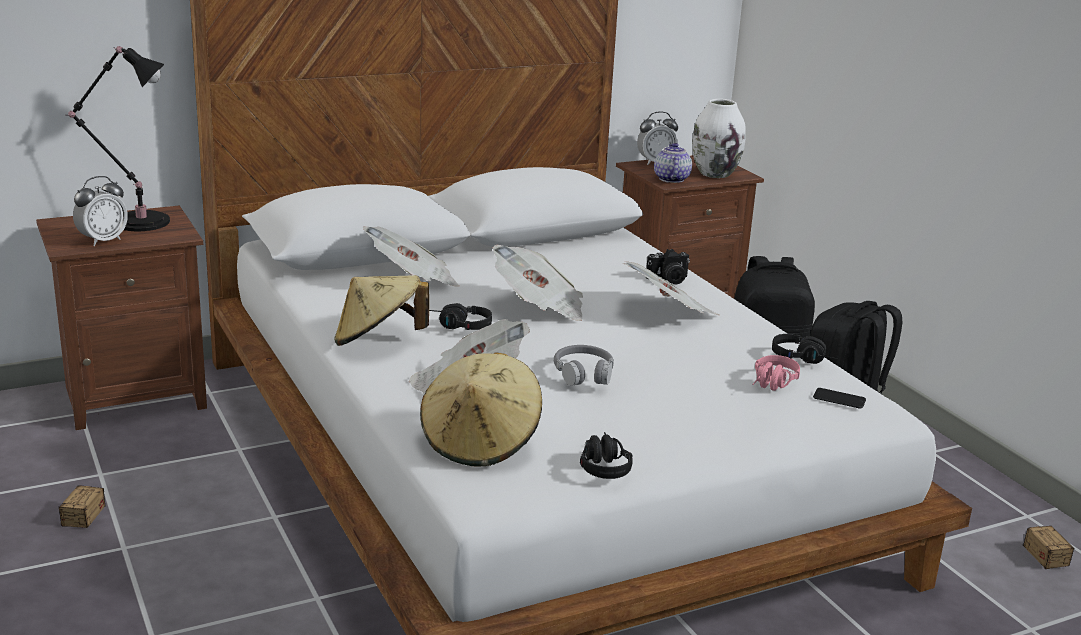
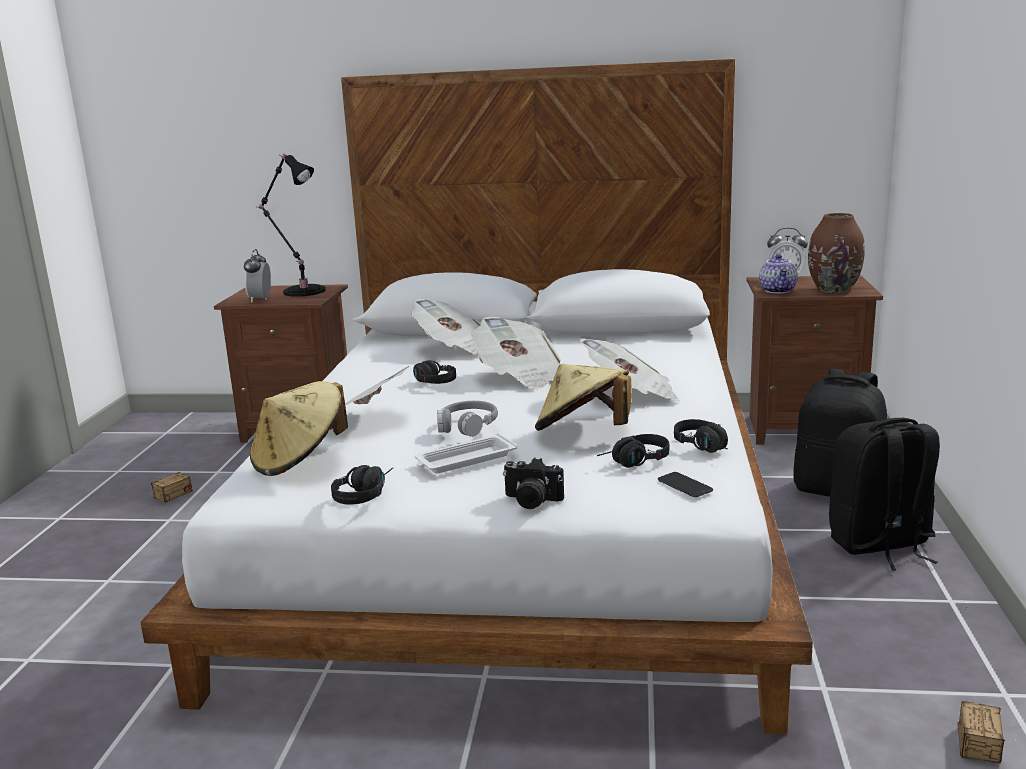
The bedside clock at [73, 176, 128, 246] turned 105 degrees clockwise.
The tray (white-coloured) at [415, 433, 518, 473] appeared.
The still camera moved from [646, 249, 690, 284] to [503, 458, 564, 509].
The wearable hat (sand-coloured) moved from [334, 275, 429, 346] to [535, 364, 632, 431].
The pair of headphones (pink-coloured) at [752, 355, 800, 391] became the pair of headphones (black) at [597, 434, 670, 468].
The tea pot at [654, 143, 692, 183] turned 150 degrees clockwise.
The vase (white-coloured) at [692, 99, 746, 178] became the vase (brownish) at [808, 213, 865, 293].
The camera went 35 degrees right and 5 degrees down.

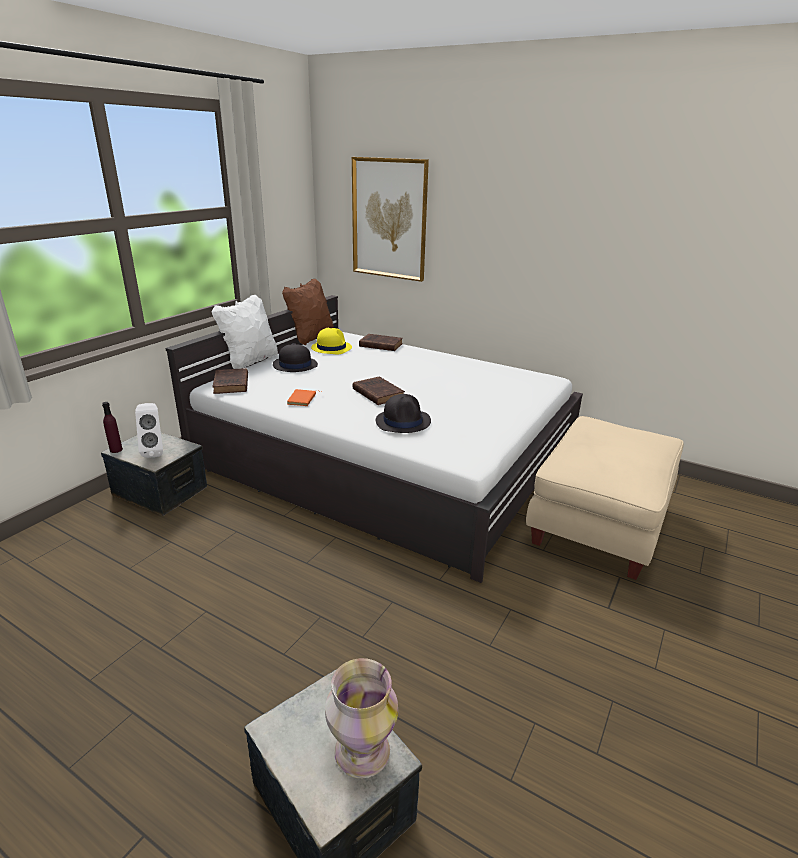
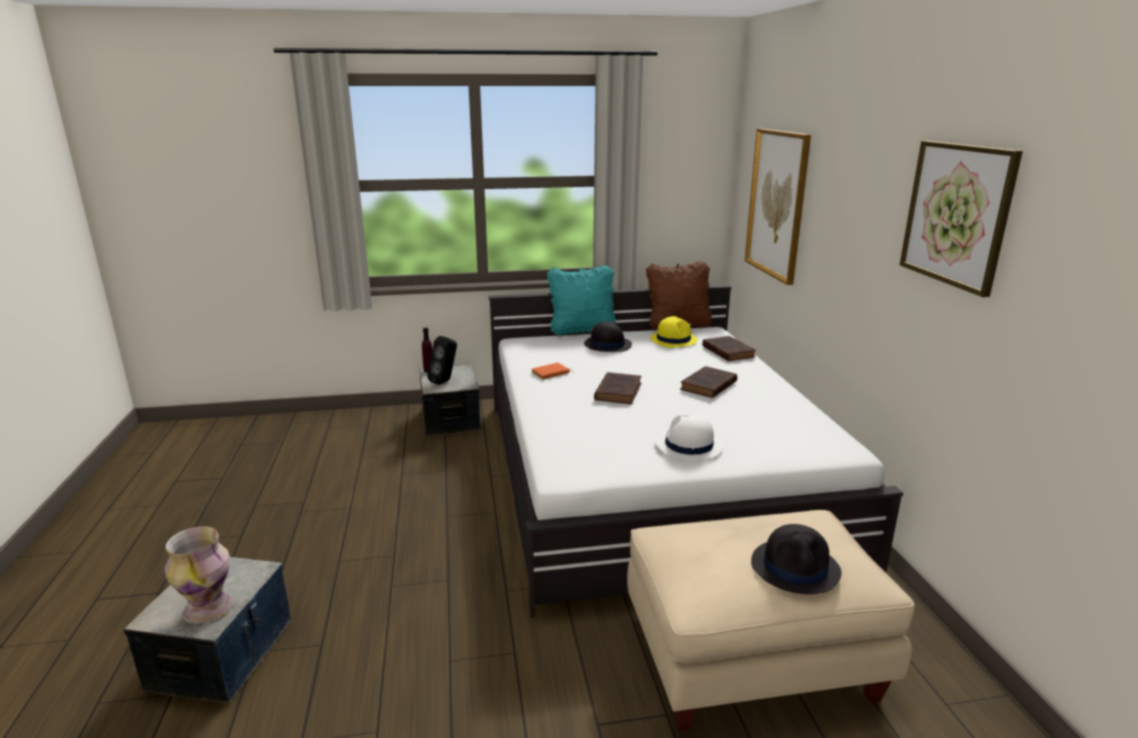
The audio speaker (white-coloured) at [135, 403, 163, 458] became the audio speaker (black) at [427, 336, 457, 385].
The pillow (white-coloured) at [212, 295, 278, 369] became the pillow (blue-green) at [547, 265, 616, 336].
The wearable hat (white-coloured) at [655, 414, 723, 461] appeared.
The book (brownish) moved from [212, 368, 248, 394] to [680, 366, 737, 398].
The wearable hat (black) moved from [376, 394, 431, 433] to [751, 524, 842, 594].
The wall art at [900, 141, 1023, 297] appeared.
The camera went 50 degrees right and 5 degrees down.

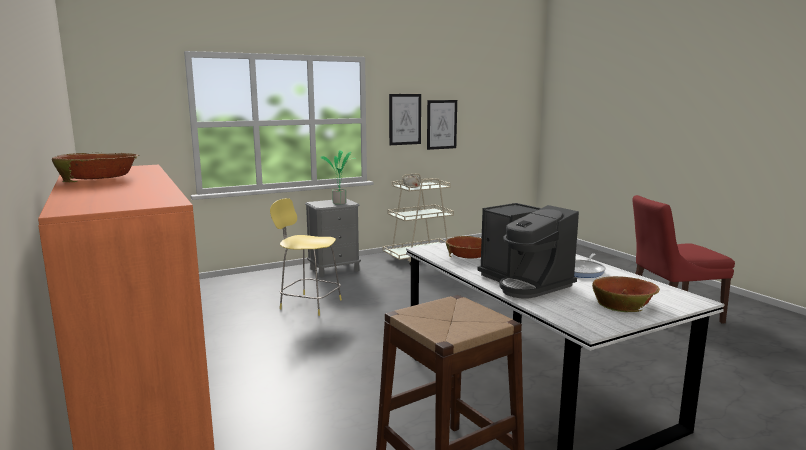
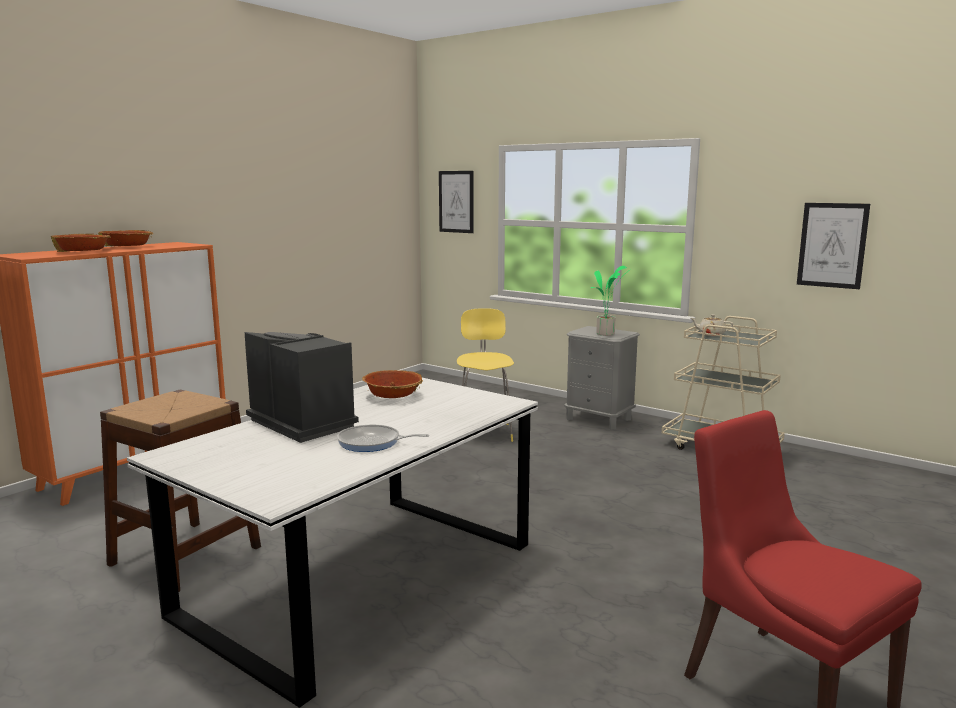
The deep dish moved from [592, 276, 660, 312] to [51, 234, 111, 252].
The coffee brewer at [477, 203, 579, 298] turned 105 degrees clockwise.
The wall art moved from [389, 94, 421, 145] to [439, 171, 473, 233].
The camera went 65 degrees right and 0 degrees up.

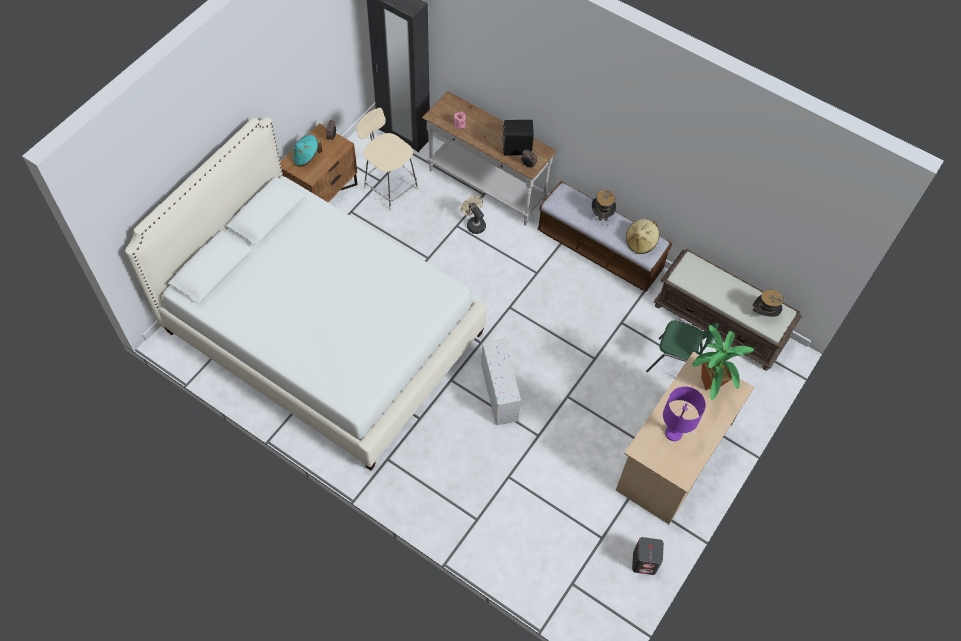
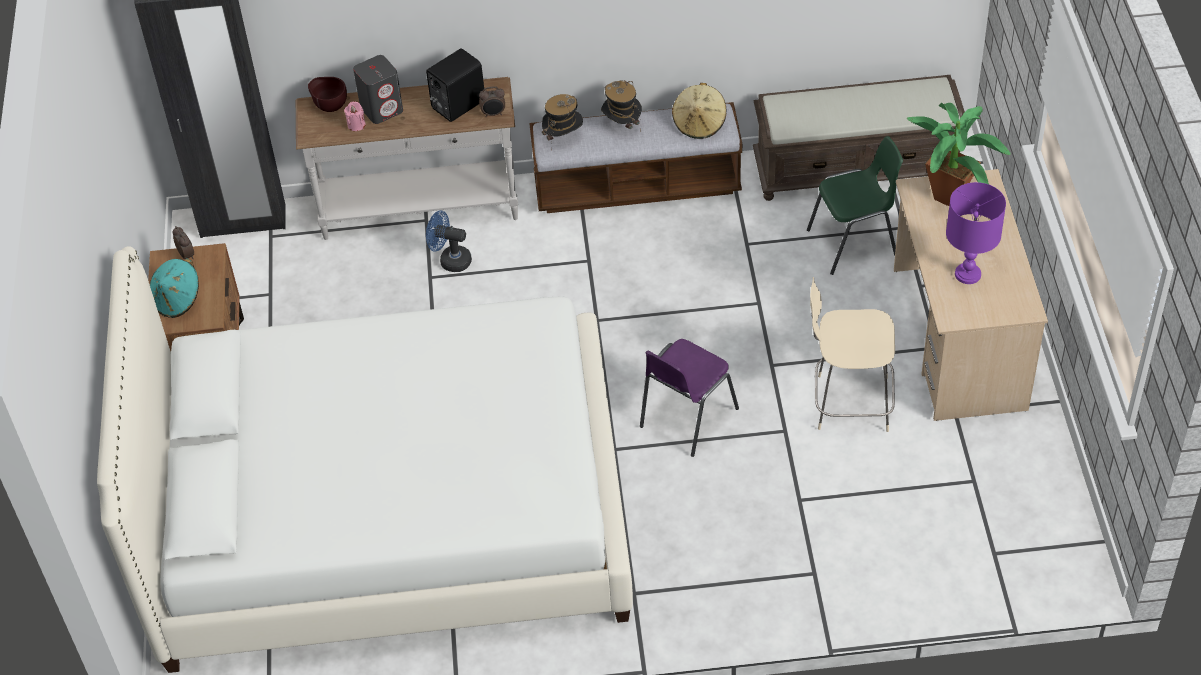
The deep dish (brownish) at [308, 77, 347, 112] appeared.
The audio speaker (greyish) moved from [632, 537, 664, 575] to [353, 55, 403, 124].
The cooling fan (sand-coloured) at [461, 195, 486, 234] became the cooling fan (blue-coloured) at [426, 210, 472, 272].
The wearable hat moved from [751, 290, 785, 317] to [542, 94, 583, 150].
The storage container (white-coloured) at [481, 339, 521, 425] was replaced by the plain chair (purple-coloured) at [640, 339, 739, 457].
The plain chair (sand-coloured) moved from [356, 108, 418, 210] to [810, 277, 895, 432].
The camera went 35 degrees left and 10 degrees down.

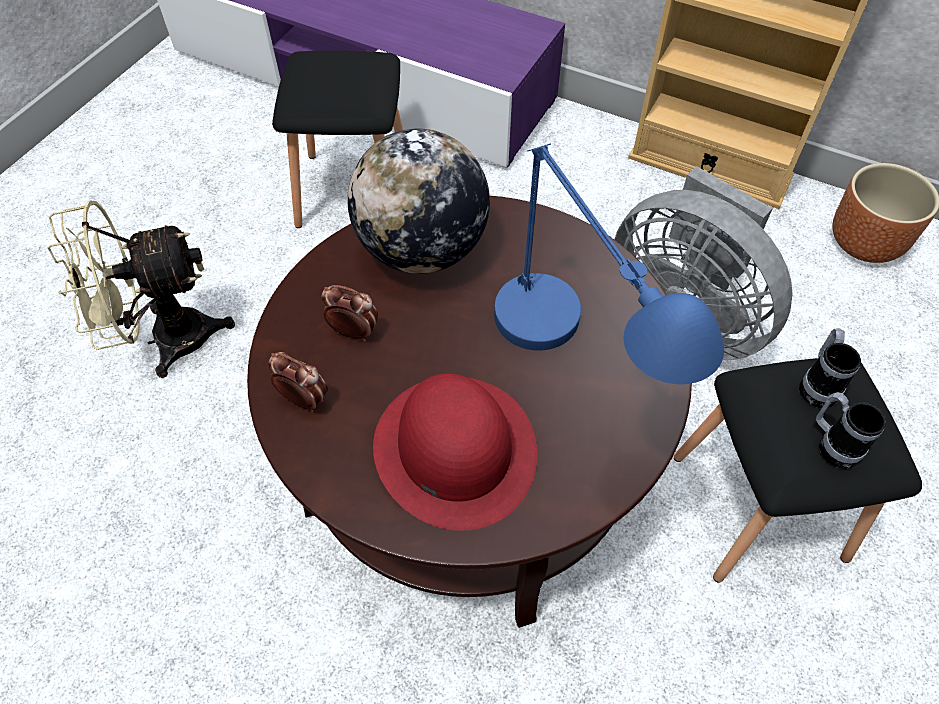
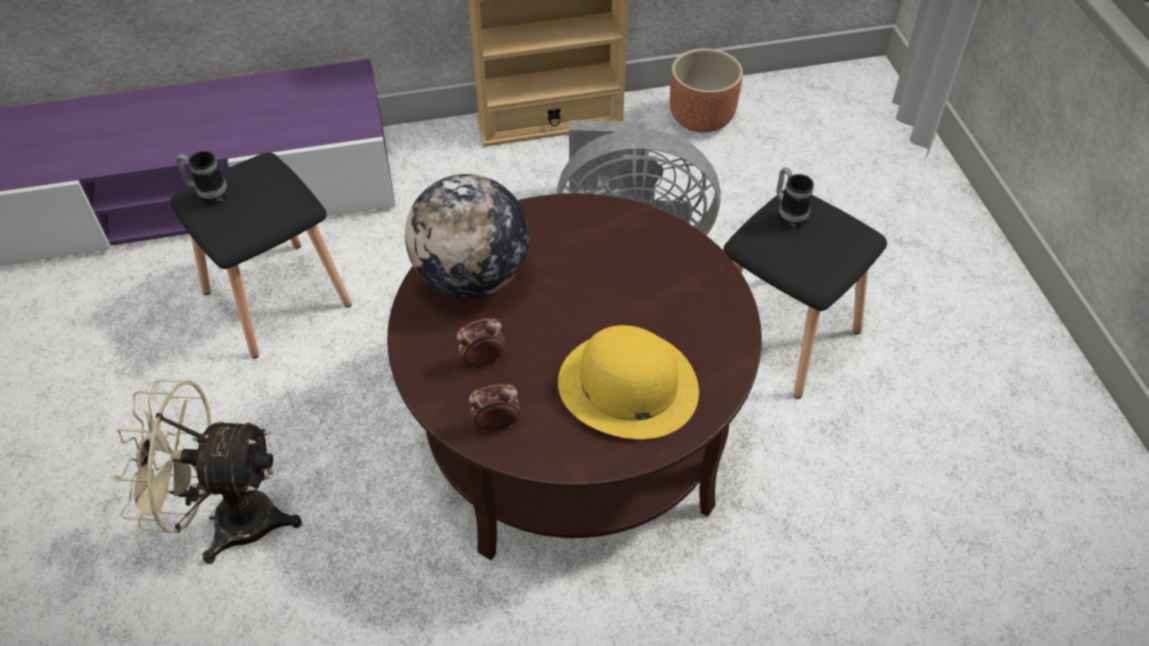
The cooling fan (sand-coloured) at [48, 200, 235, 378] turned 60 degrees clockwise.
The mug moved from [816, 392, 886, 469] to [176, 151, 229, 205].
The wearable hat (reddish) at [373, 374, 537, 531] became the wearable hat (yellow) at [558, 325, 699, 439].
The table lamp (blue-coloured) at [494, 143, 724, 384] disappeared.
The camera went 40 degrees left and 5 degrees down.

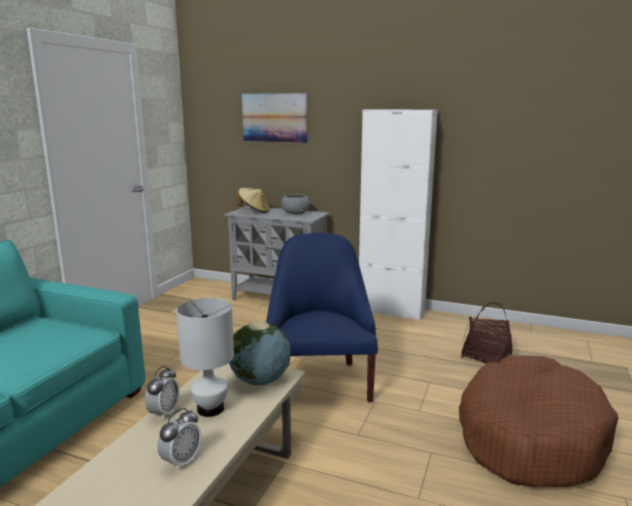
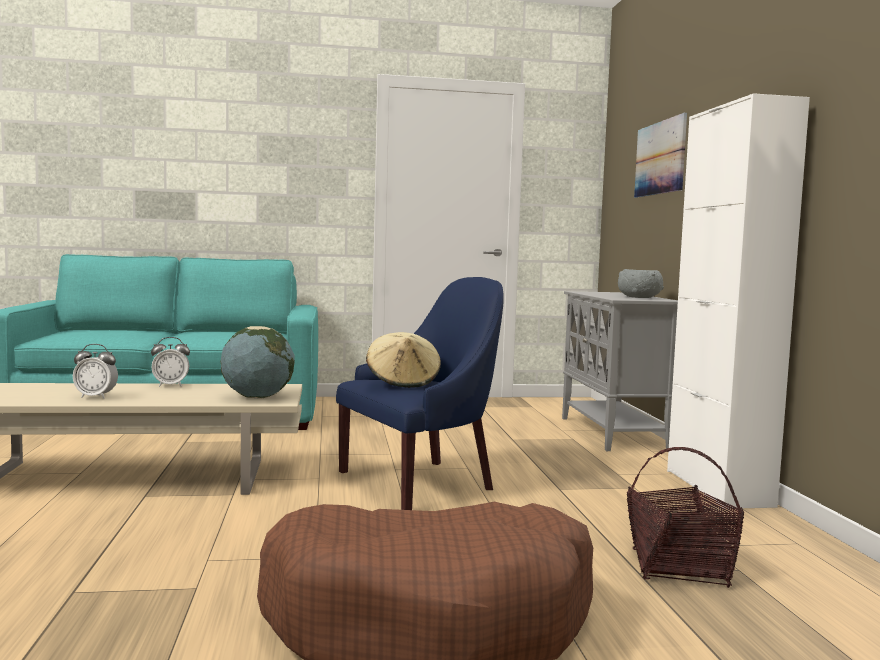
The wearable hat (sand-coloured) moved from [236, 188, 270, 213] to [366, 332, 441, 388].
The table lamp (white-coloured) at [176, 298, 234, 417] disappeared.
The camera went 60 degrees right and 10 degrees down.

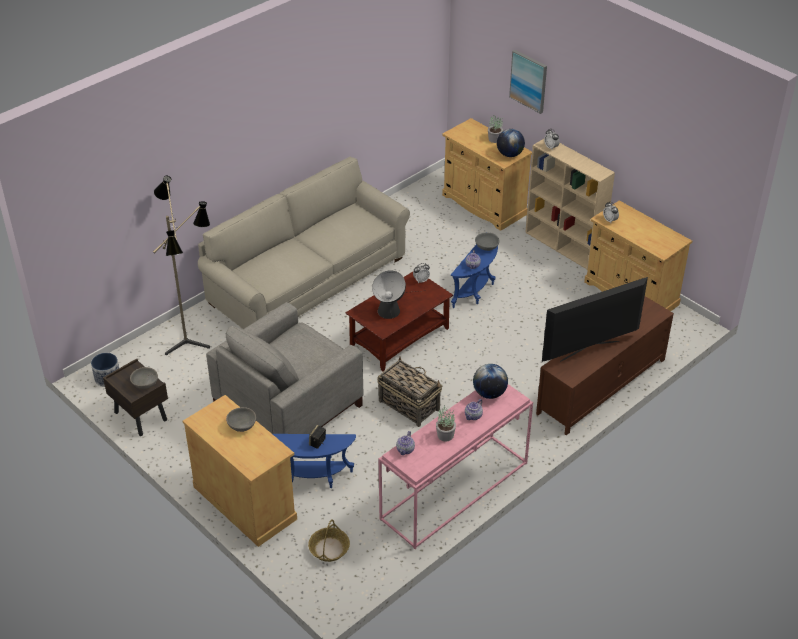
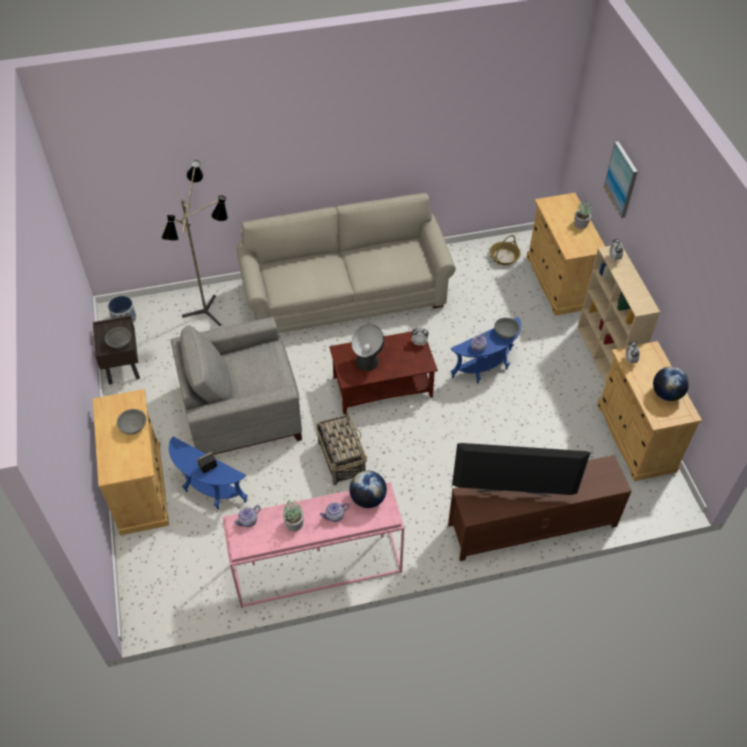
The basket moved from [308, 519, 350, 562] to [489, 235, 521, 265].
The world globe moved from [497, 129, 525, 157] to [653, 367, 689, 401].
The camera went 30 degrees right and 10 degrees up.

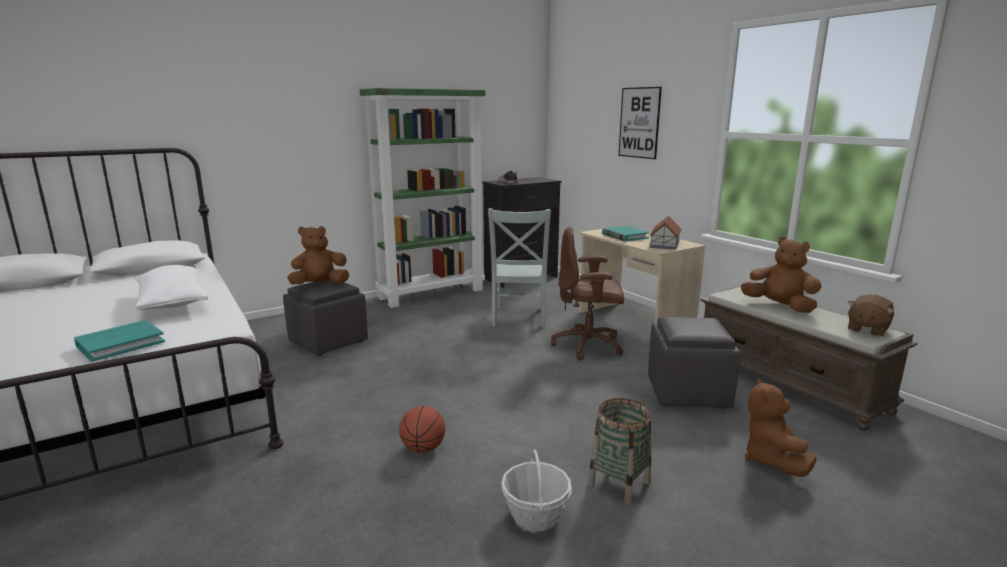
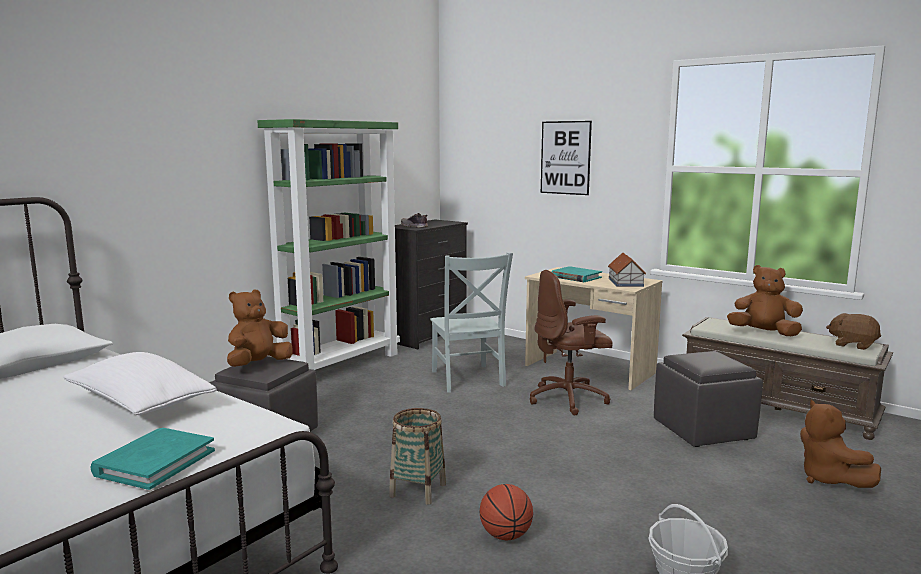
The basket moved from [588, 398, 651, 505] to [389, 408, 446, 505].
The plush toy (brownish) at [847, 295, 894, 337] turned 105 degrees clockwise.
The camera went 20 degrees left and 5 degrees down.

